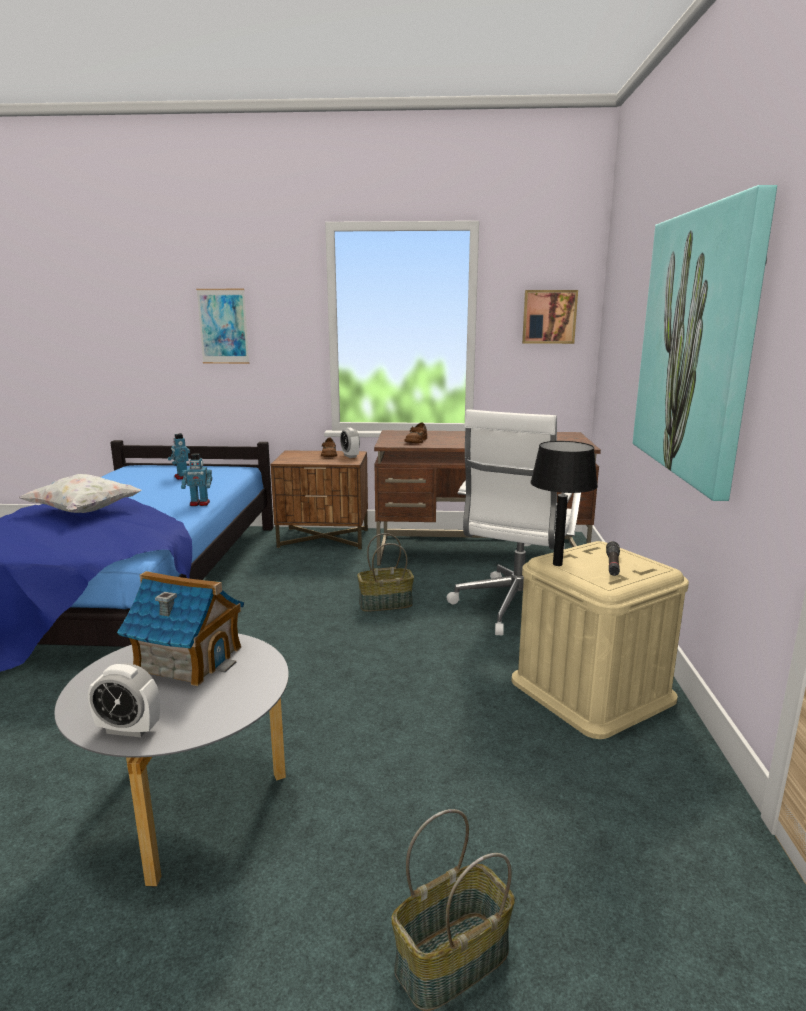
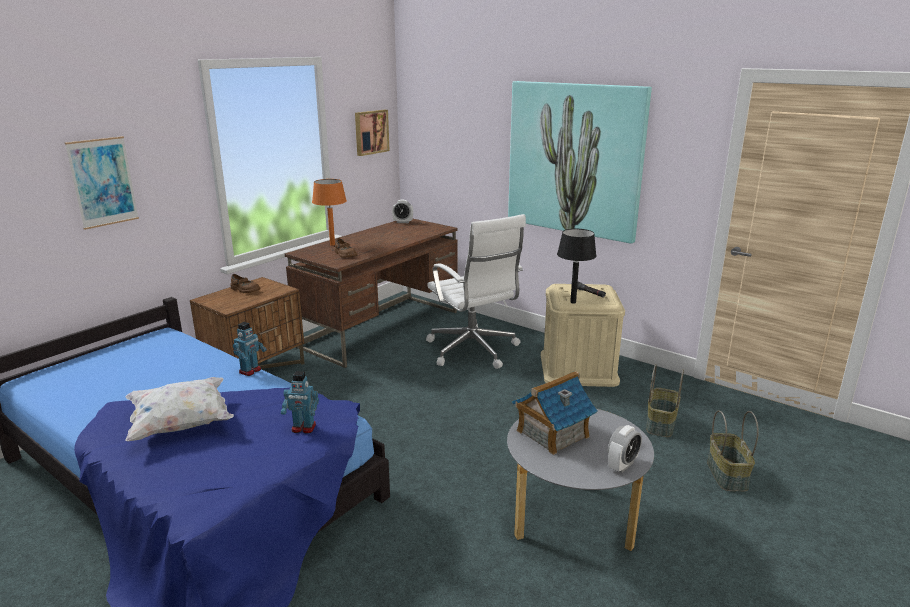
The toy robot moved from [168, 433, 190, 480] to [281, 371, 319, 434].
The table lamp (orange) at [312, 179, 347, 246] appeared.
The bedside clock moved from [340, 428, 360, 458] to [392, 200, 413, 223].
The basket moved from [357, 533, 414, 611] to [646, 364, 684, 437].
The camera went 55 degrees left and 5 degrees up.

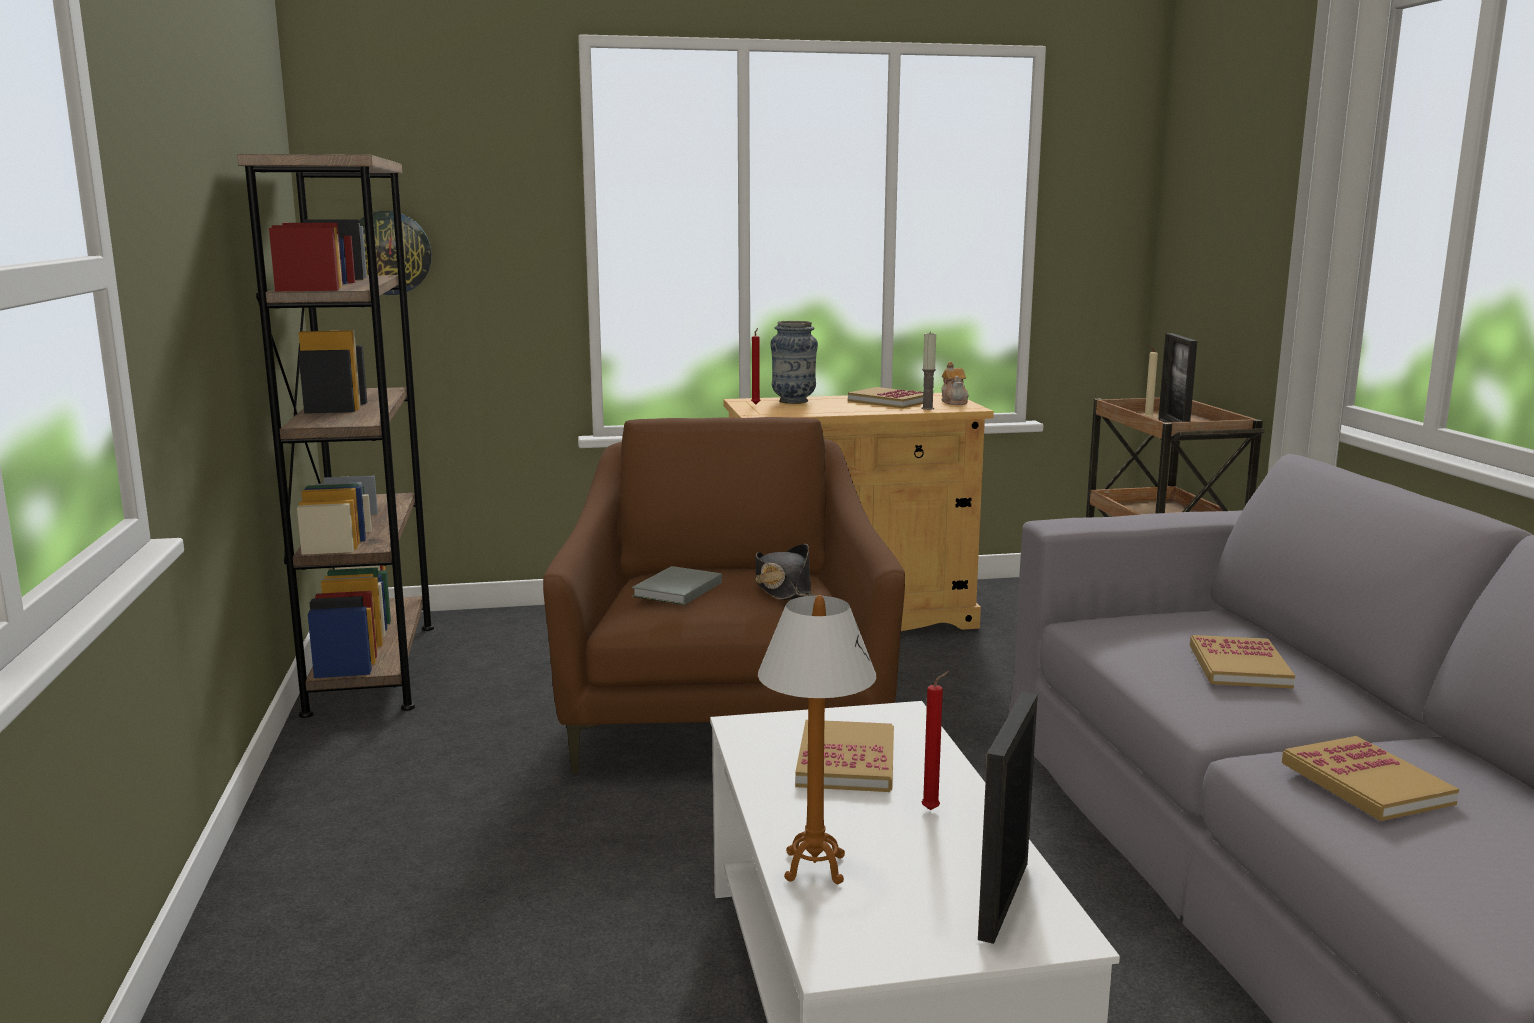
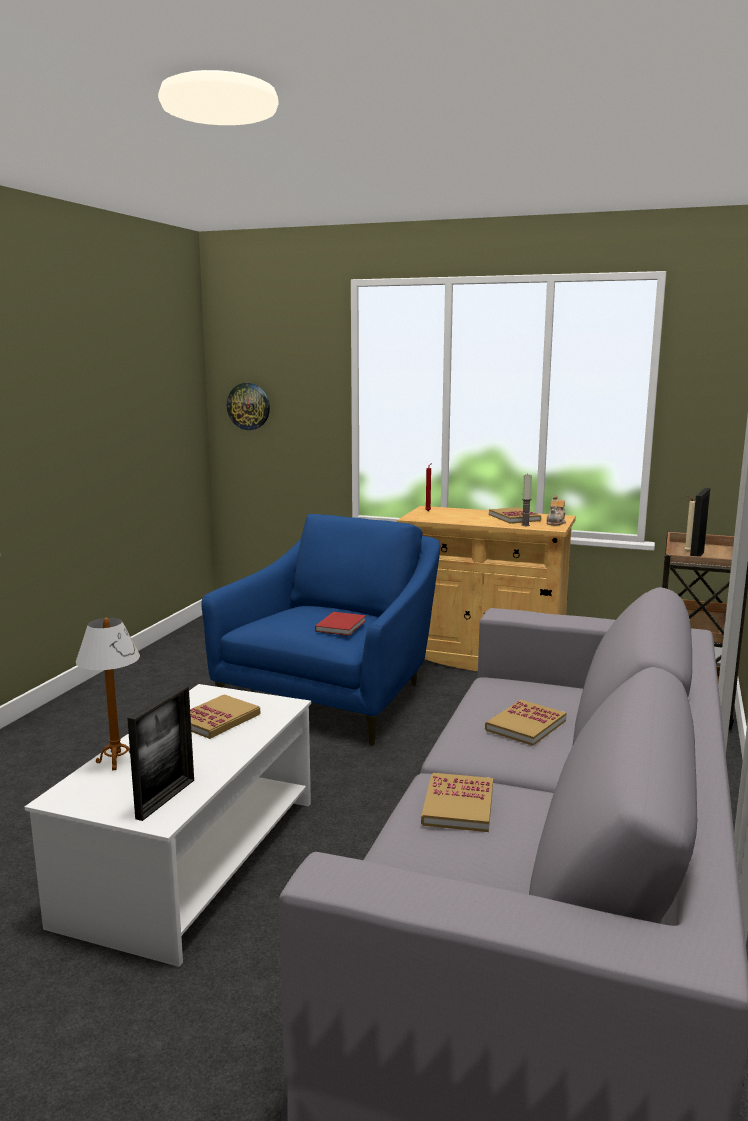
The photo frame at [978, 692, 1038, 944] turned 150 degrees clockwise.
The armchair (brownish) at [543, 417, 905, 773] became the armchair (blue-coloured) at [201, 514, 440, 746].
The wearable hat (black) at [756, 544, 813, 600] was replaced by the book (reddish) at [315, 612, 366, 636].
The bookcase (brownish) at [237, 154, 434, 718] disappeared.
The book (greyish) at [632, 566, 722, 605] disappeared.
The vase at [770, 321, 818, 404] disappeared.
The wax light (reddish) at [922, 671, 949, 810] disappeared.
The camera went 30 degrees right and 0 degrees up.

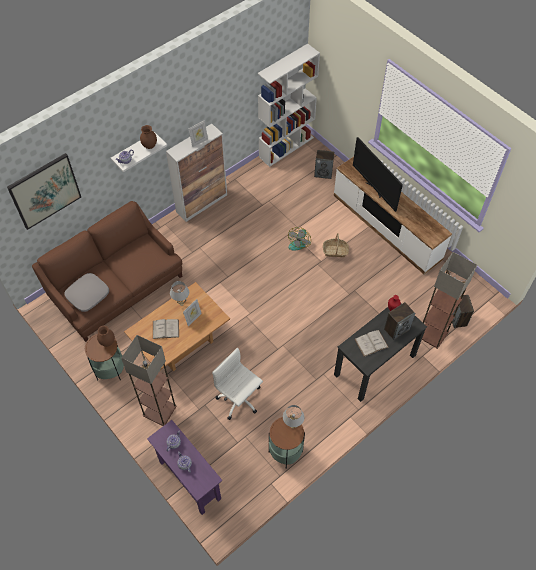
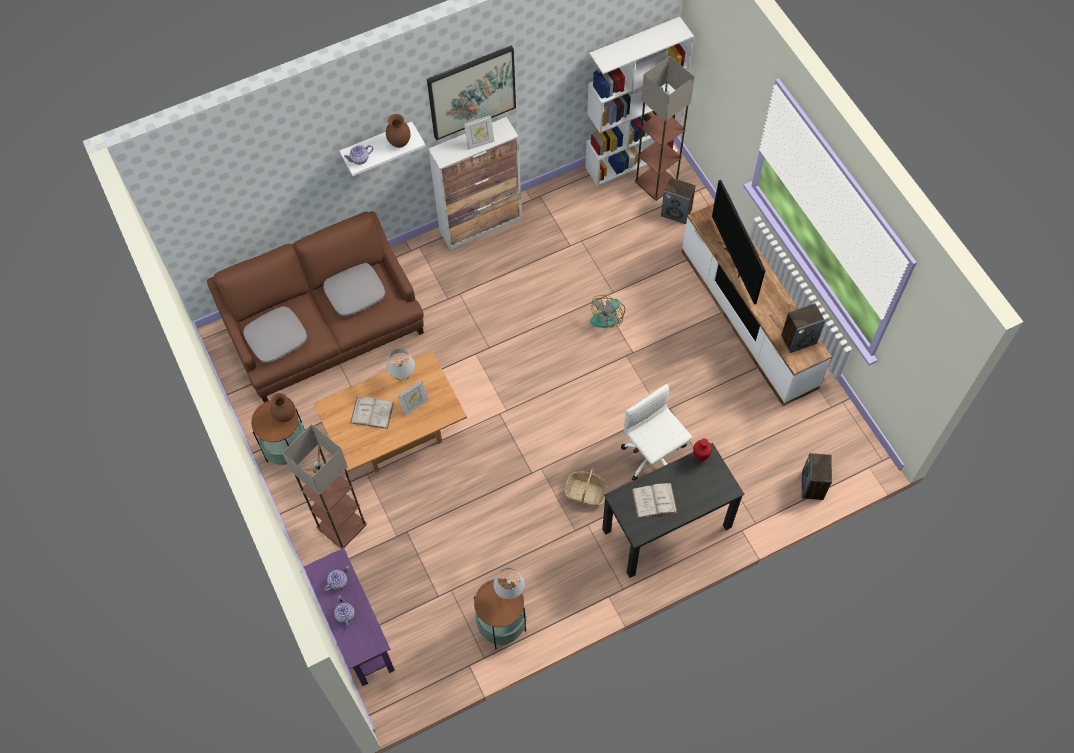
The pillow (greyish) at [323, 263, 385, 317] appeared.
The wall art moved from [7, 153, 81, 230] to [427, 45, 516, 141].
The basket moved from [323, 233, 349, 257] to [565, 467, 608, 506].
The computer chair (white-coloured) moved from [212, 348, 263, 420] to [621, 384, 692, 480].
The standing lamp moved from [422, 252, 477, 349] to [635, 56, 695, 201].
The audio speaker moved from [384, 302, 415, 340] to [781, 303, 825, 353].
The camera went 15 degrees right and 5 degrees up.

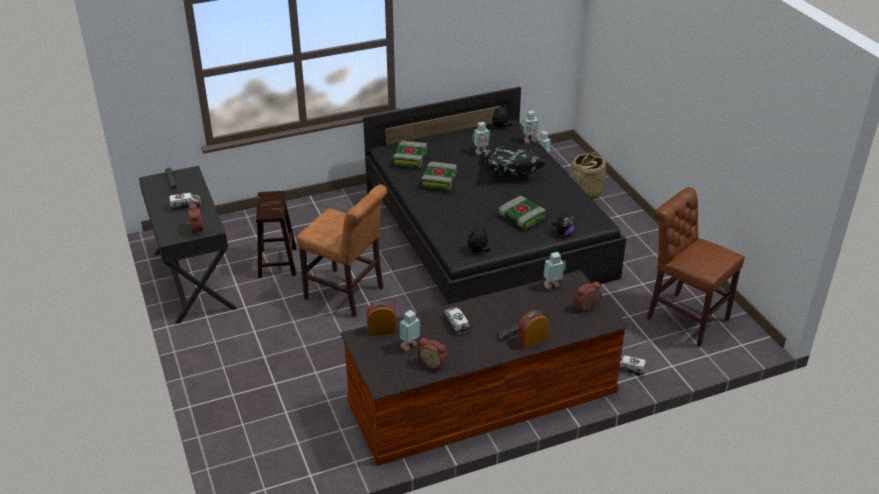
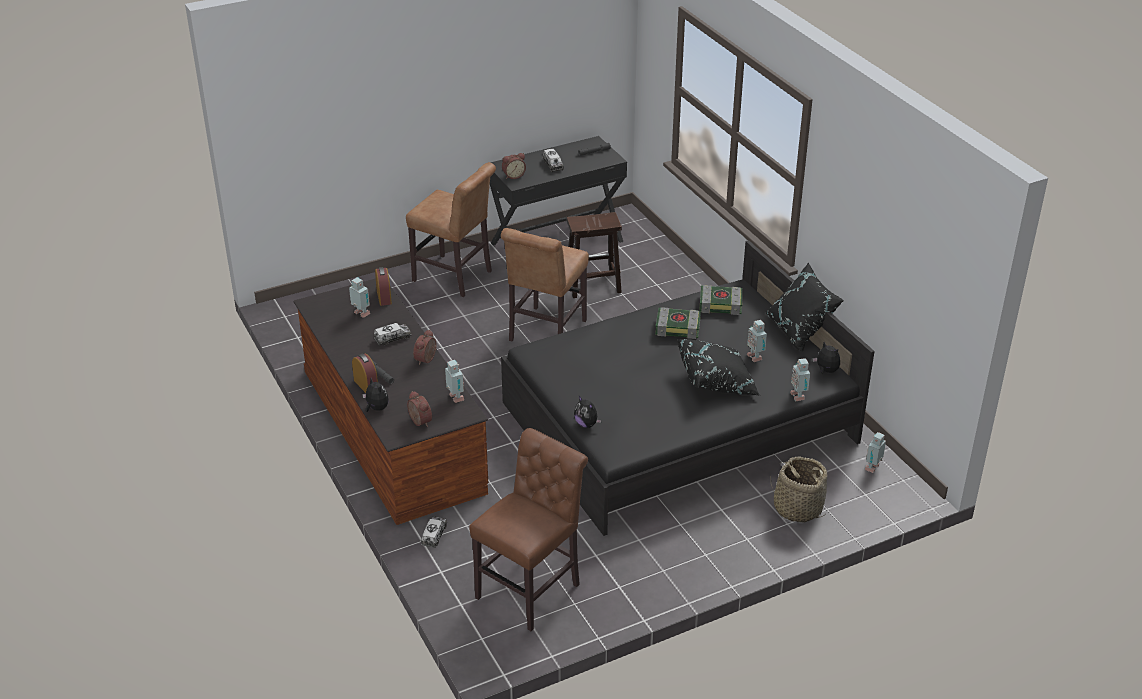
The plush toy moved from [467, 226, 491, 253] to [362, 378, 389, 412].
The plain chair (brownish) at [406, 162, 496, 297] appeared.
The bedside clock moved from [418, 338, 448, 369] to [413, 329, 437, 365].
The pillow (black) at [766, 263, 844, 352] appeared.
The book at [498, 196, 546, 230] disappeared.
The camera went 85 degrees right and 0 degrees up.

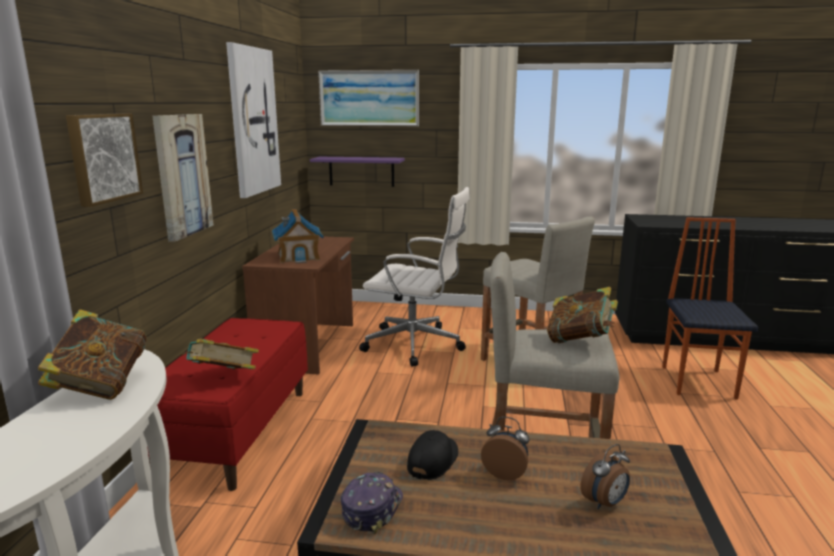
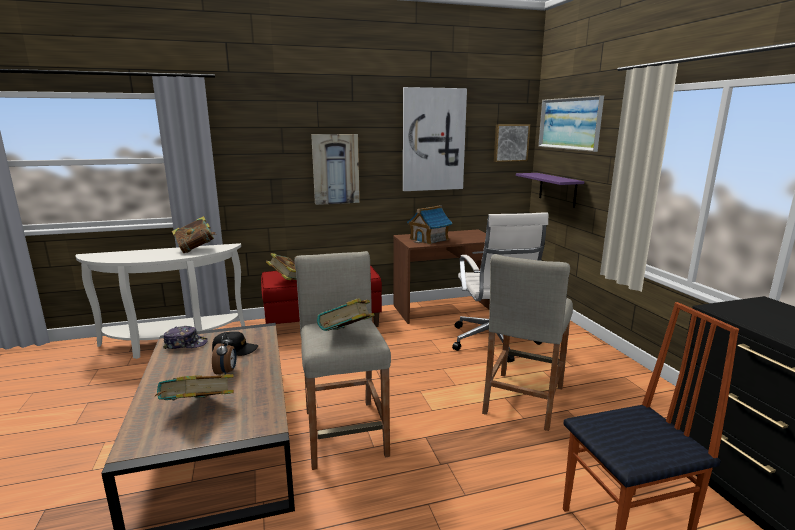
The bedside clock at [581, 444, 630, 509] was replaced by the book at [155, 374, 234, 401].
The wall art moved from [66, 113, 143, 207] to [494, 124, 530, 162].
The camera went 65 degrees right and 0 degrees up.

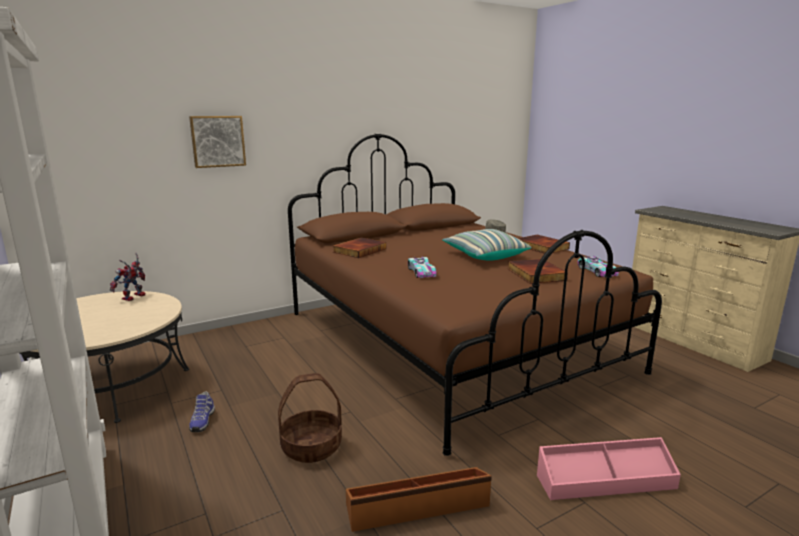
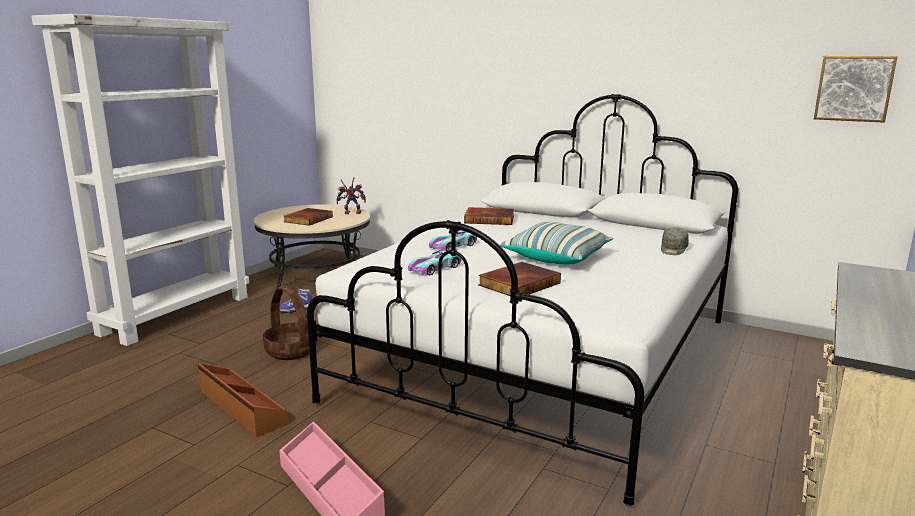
The book moved from [517, 235, 570, 254] to [284, 208, 333, 226].
The bedroom bed (brownish) at [288, 134, 662, 456] became the bedroom bed (white-coloured) at [307, 94, 738, 506].
The miniature car moved from [578, 256, 619, 277] to [408, 249, 461, 275].
The wall art moved from [189, 116, 246, 168] to [814, 56, 898, 123].
The camera went 60 degrees right and 0 degrees up.

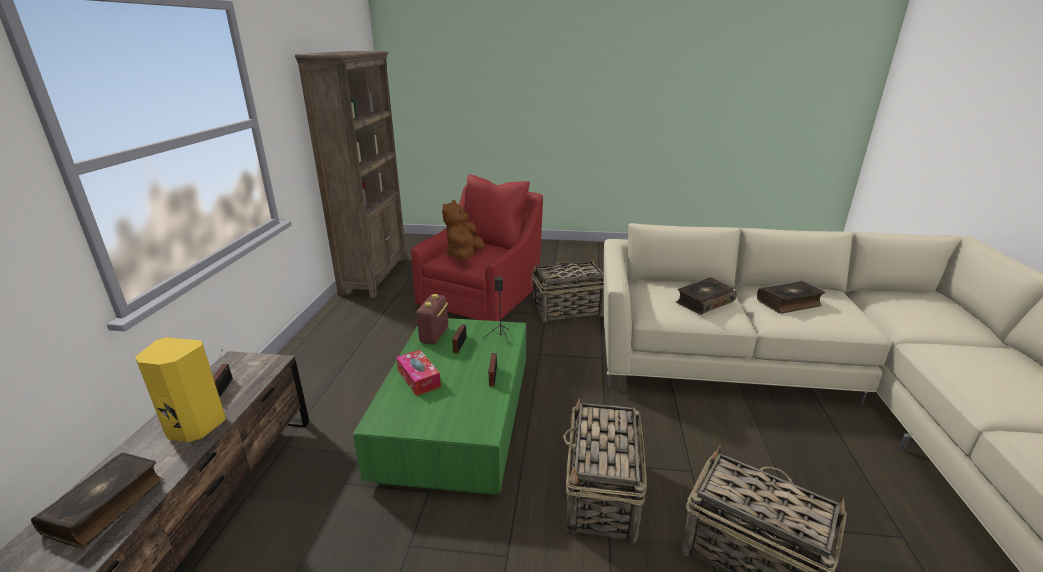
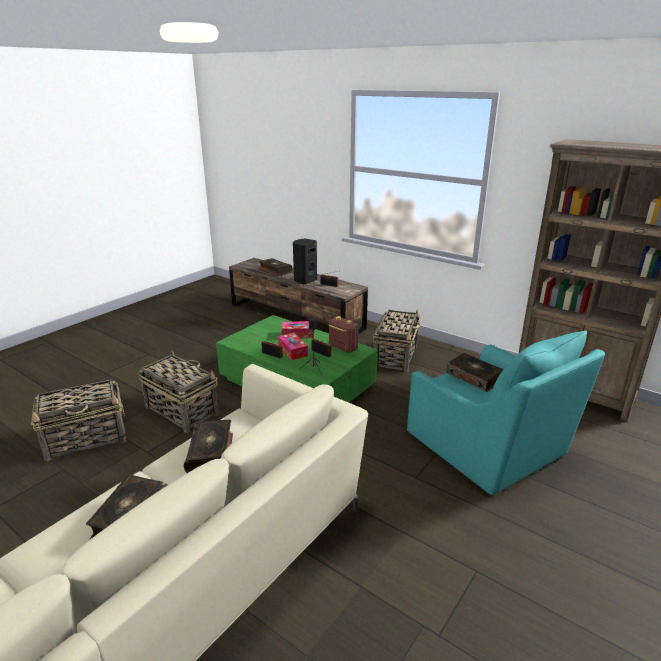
The tissue holder at [278, 333, 308, 360] appeared.
The audio speaker (yellow) at [135, 337, 226, 442] became the audio speaker (black) at [293, 239, 317, 284].
The basket moved from [531, 257, 604, 323] to [373, 309, 420, 373].
The armchair (reddish) at [411, 174, 543, 321] became the armchair (blue-green) at [407, 331, 605, 495].
The plush toy (brownish) at [442, 200, 484, 260] was replaced by the book at [447, 353, 503, 392].
The camera went 120 degrees right and 0 degrees up.

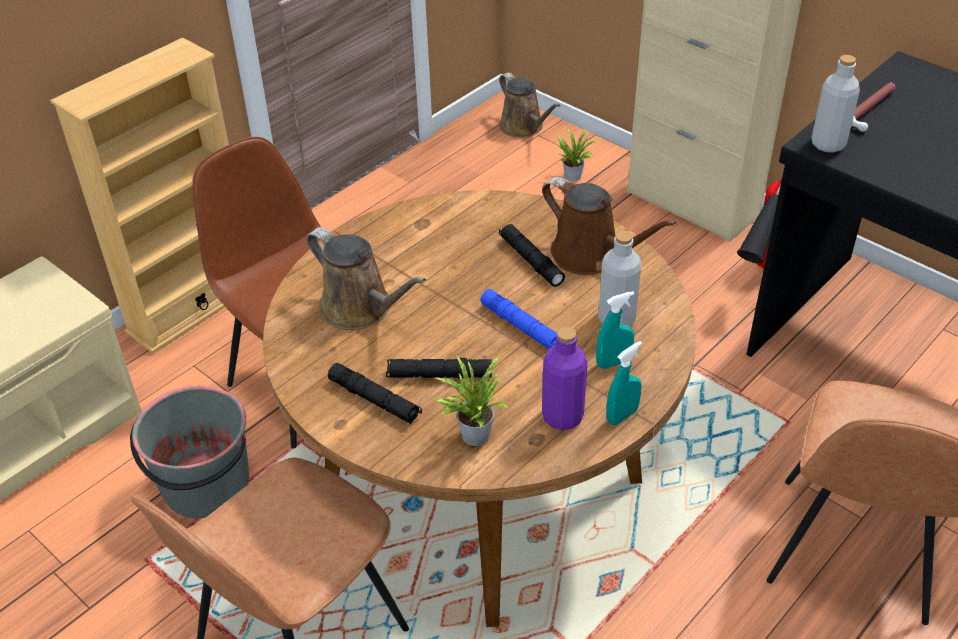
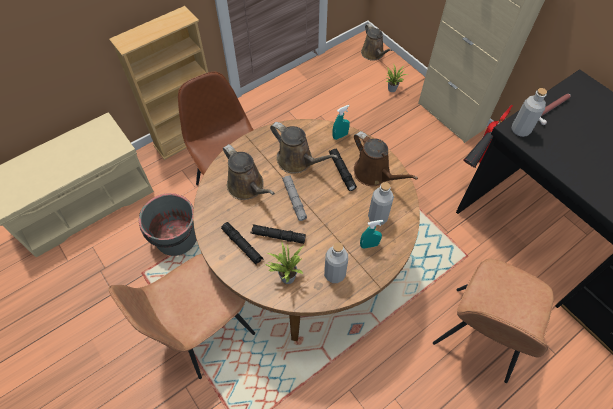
The sprinkling can (brownish) at [270, 122, 338, 174] appeared.
The hand torch (greyish) at [282, 175, 307, 221] appeared.
The beverage bottle (purple-coloured) at [542, 327, 587, 430] became the beverage bottle (greyish) at [324, 242, 348, 283].
The spray bottle (blue-green) moved from [607, 341, 642, 425] to [332, 105, 350, 140].
The hand torch (blue-coloured) at [481, 289, 557, 349] disappeared.
The camera went 10 degrees right and 15 degrees up.

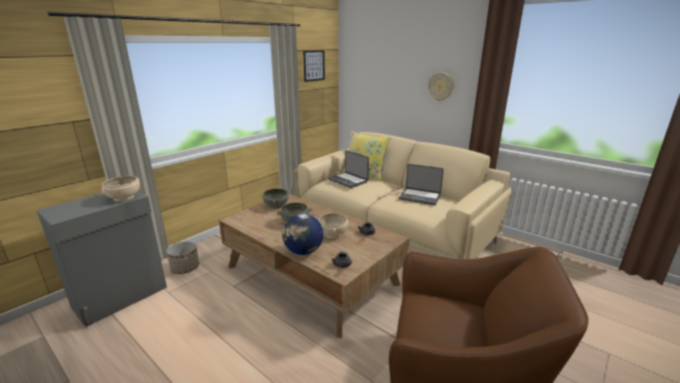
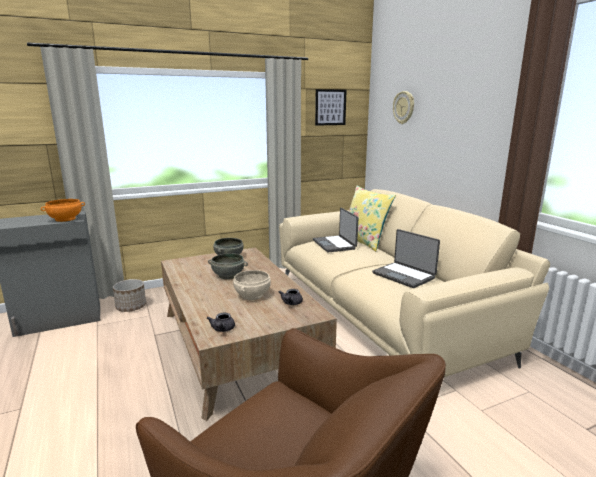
The deep dish (sand-coloured) at [101, 176, 140, 202] became the deep dish (orange) at [41, 199, 85, 222].
The wall clock moved from [428, 72, 454, 101] to [393, 91, 414, 124].
The world globe at [282, 214, 323, 255] disappeared.
The camera went 25 degrees right and 5 degrees down.

